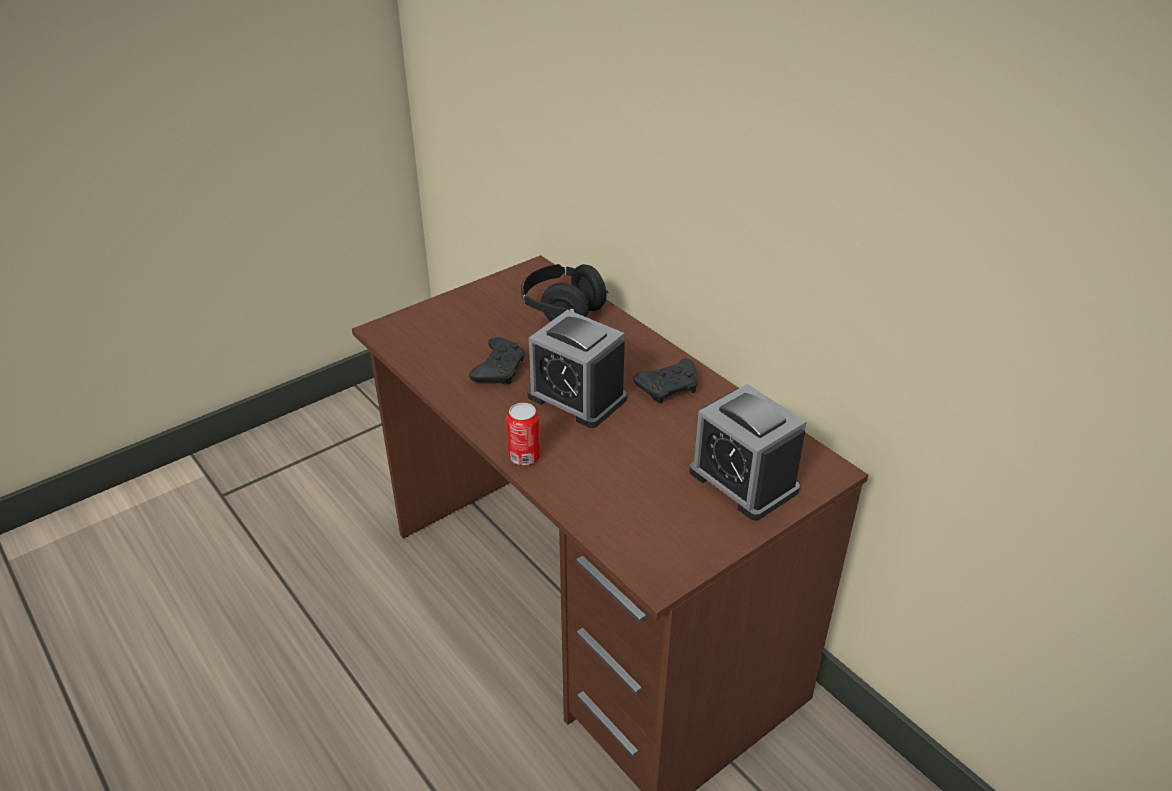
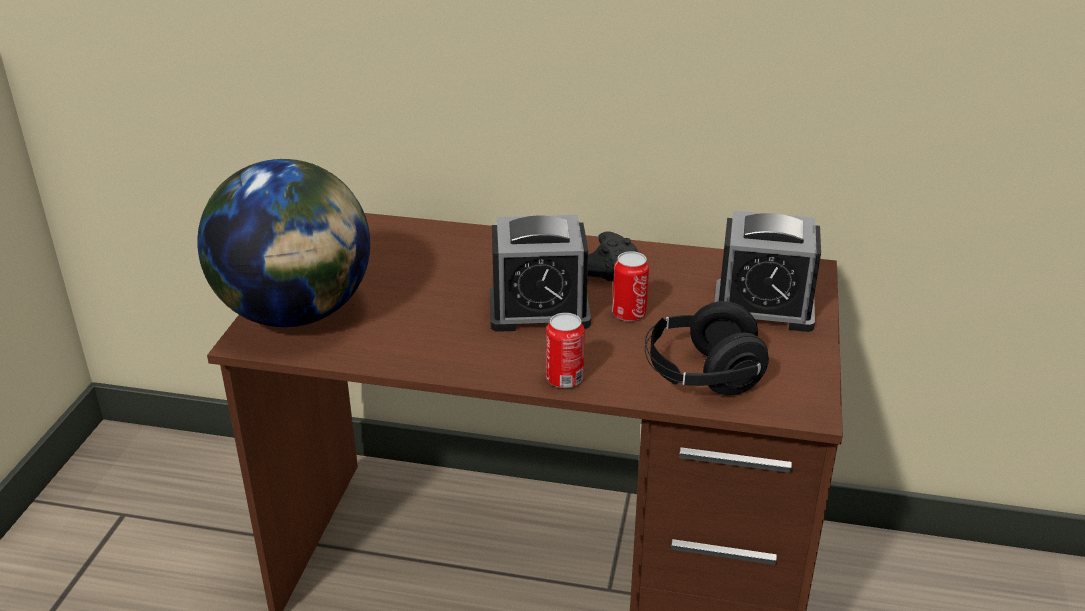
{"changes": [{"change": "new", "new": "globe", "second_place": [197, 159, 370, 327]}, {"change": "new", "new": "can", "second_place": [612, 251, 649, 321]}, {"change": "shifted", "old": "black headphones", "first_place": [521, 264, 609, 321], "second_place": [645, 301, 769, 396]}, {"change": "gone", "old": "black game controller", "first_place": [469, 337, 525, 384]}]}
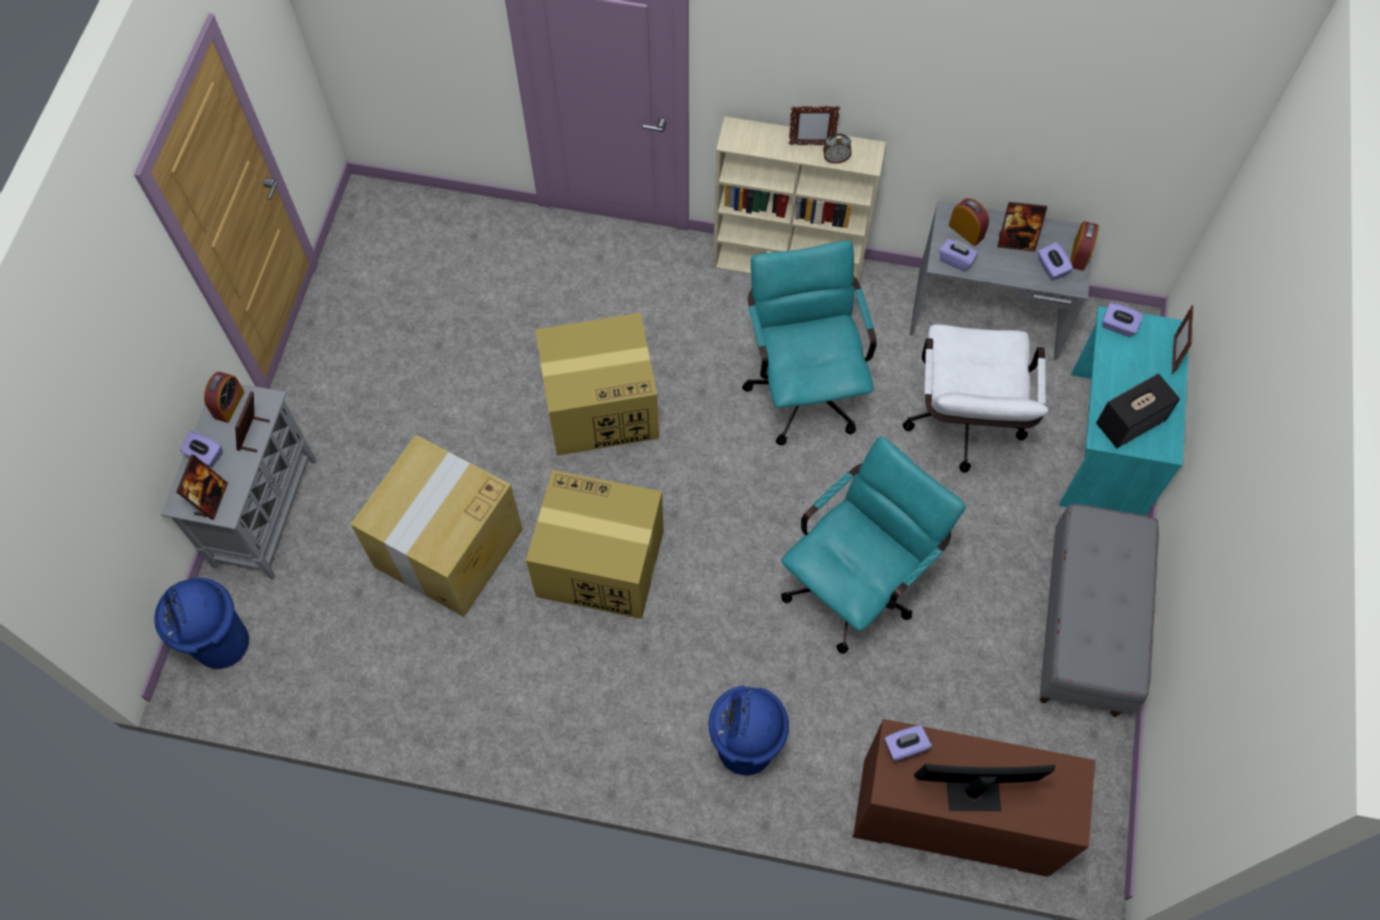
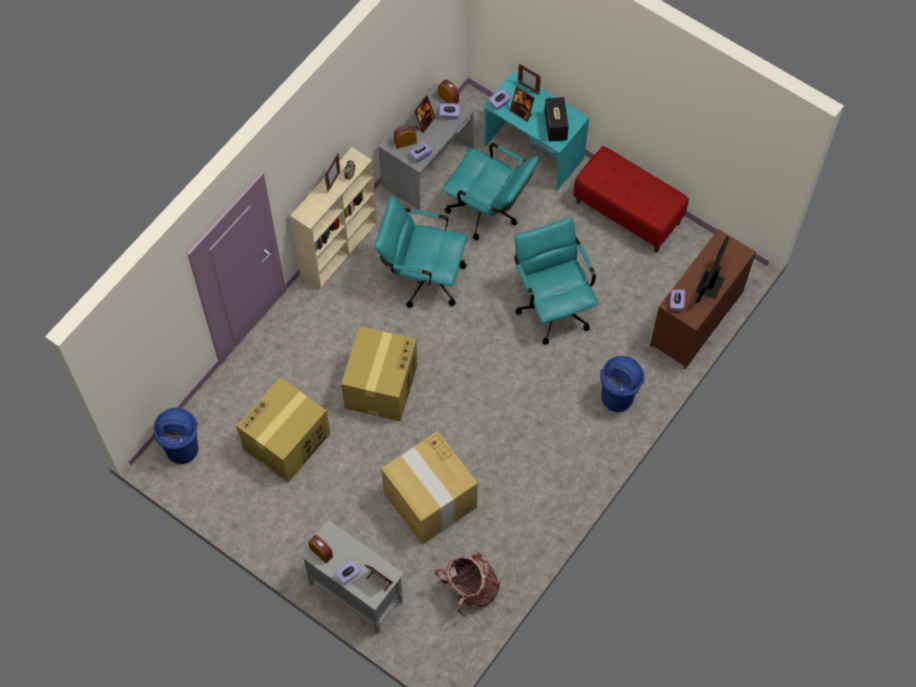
{"changes": [{"change": "shifted", "old": "blue trash can", "first_place": [154, 577, 249, 669], "second_place": [153, 408, 198, 464]}, {"change": "shifted", "old": "cardboard box", "first_place": [526, 470, 664, 619], "second_place": [237, 377, 330, 483]}, {"change": "new", "new": "backpack", "second_place": [435, 552, 500, 617]}, {"change": "repainted", "old": "white office chair", "new": "turquoise office chair", "first_place": [903, 324, 1049, 473], "second_place": [443, 143, 539, 240]}, {"change": "shifted", "old": "picture frame", "first_place": [235, 391, 270, 452], "second_place": [510, 87, 534, 122]}, {"change": "repainted", "old": "grey bench", "new": "red bench", "first_place": [1040, 504, 1159, 717], "second_place": [573, 146, 689, 253]}]}
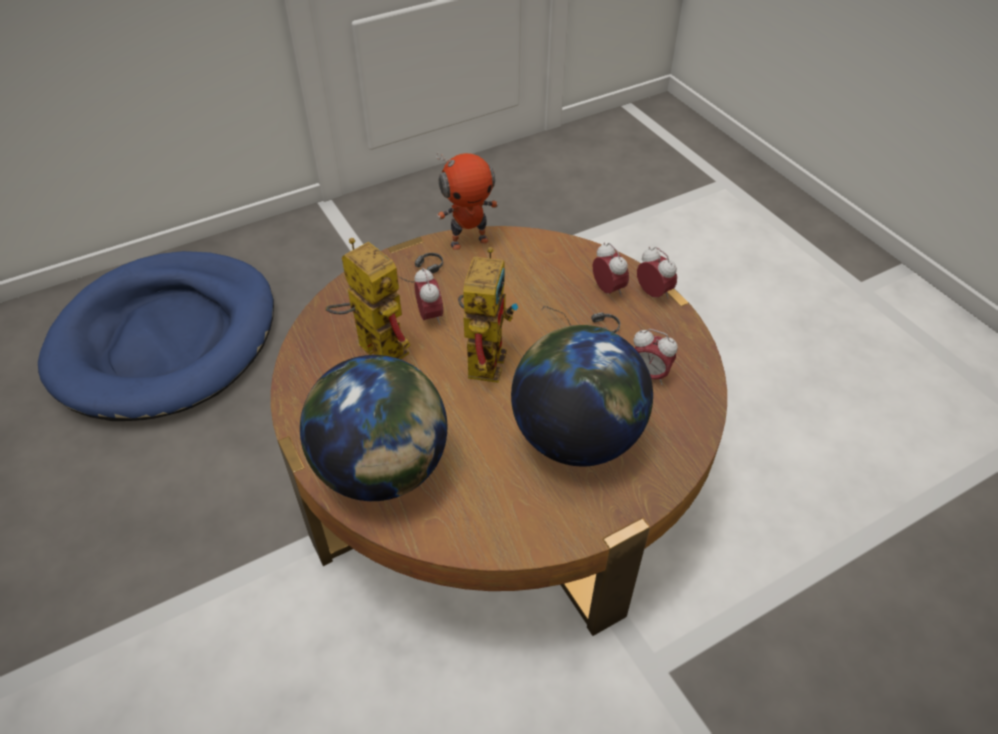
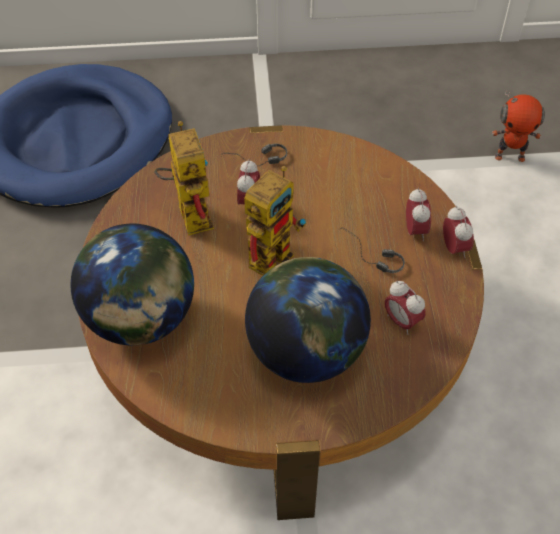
{"changes": [{"change": "shifted", "old": "toy robot", "first_place": [436, 152, 498, 250], "second_place": [492, 90, 545, 162]}]}
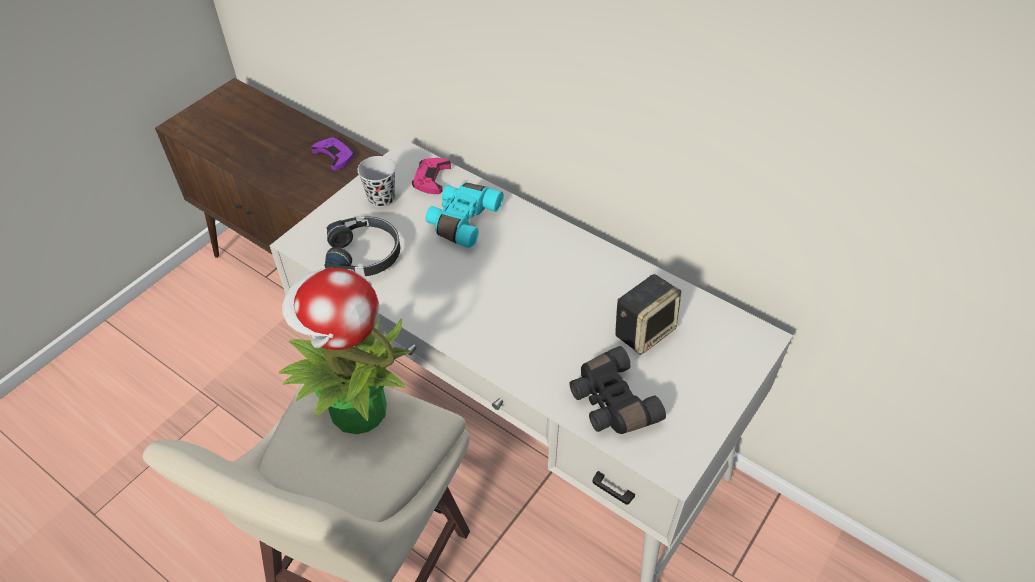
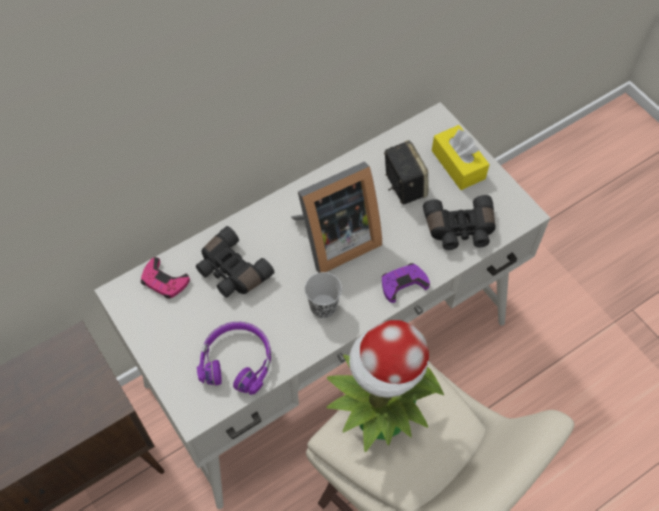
{"changes": [{"change": "repainted", "old": "turquoise binoculars", "new": "black binoculars", "first_place": [426, 183, 504, 249], "second_place": [196, 226, 275, 298]}, {"change": "repainted", "old": "black headphones", "new": "purple headphones", "first_place": [324, 217, 401, 277], "second_place": [197, 322, 271, 395]}, {"change": "new", "new": "picture frame", "second_place": [291, 161, 382, 273]}, {"change": "shifted", "old": "black cup", "first_place": [358, 156, 396, 208], "second_place": [305, 272, 342, 318]}, {"change": "shifted", "old": "purple game controller", "first_place": [311, 137, 355, 170], "second_place": [382, 263, 430, 303]}, {"change": "new", "new": "yellow tissue box", "second_place": [432, 125, 490, 190]}]}
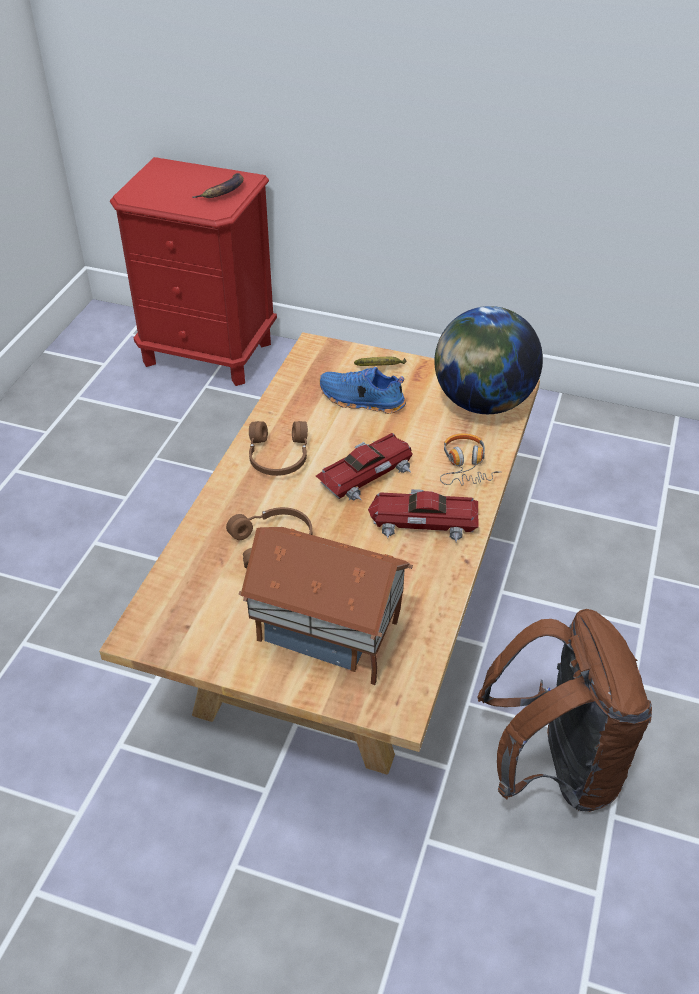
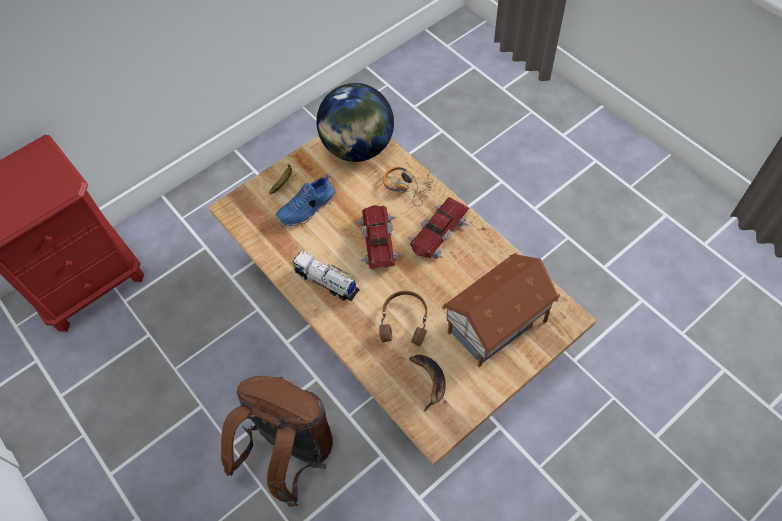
{"changes": [{"change": "shifted", "old": "brown backpack", "first_place": [477, 609, 652, 812], "second_place": [221, 376, 333, 507]}, {"change": "swapped", "old": "brown headphones", "new": "toy truck", "first_place": [249, 421, 308, 476], "second_place": [292, 251, 360, 301]}, {"change": "shifted", "old": "banana", "first_place": [192, 173, 244, 198], "second_place": [409, 355, 446, 411]}]}
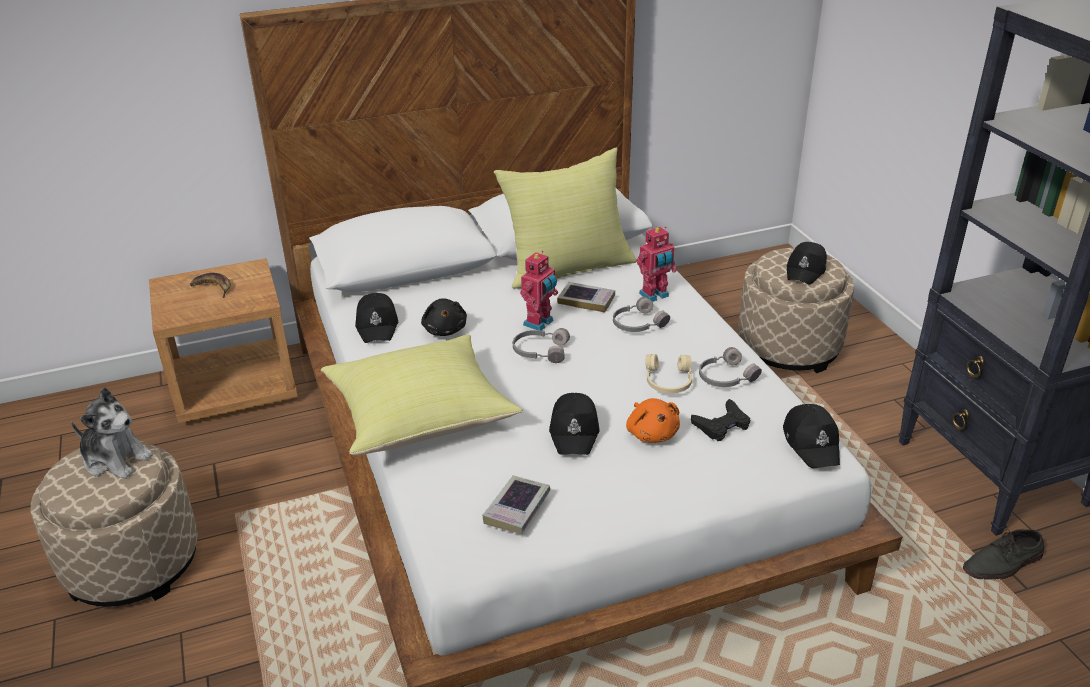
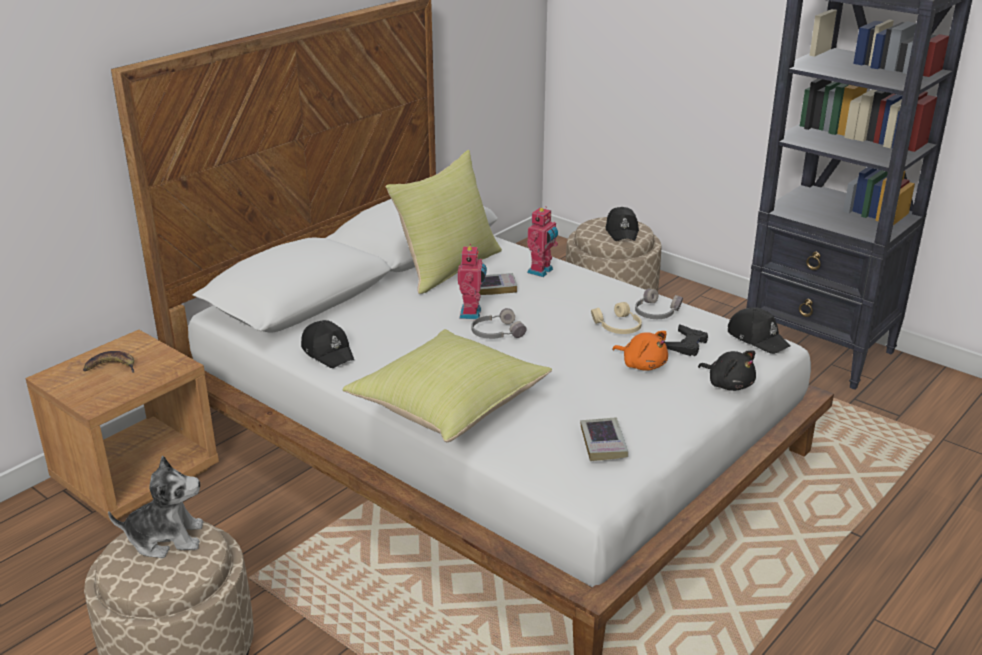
{"changes": [{"change": "shifted", "old": "black plush toy", "first_place": [421, 298, 467, 336], "second_place": [698, 350, 756, 391]}, {"change": "gone", "old": "black cap", "first_place": [549, 393, 599, 455]}, {"change": "gone", "old": "grey headphones", "first_place": [613, 297, 670, 332]}, {"change": "gone", "old": "grey shoe", "first_place": [963, 529, 1044, 579]}]}
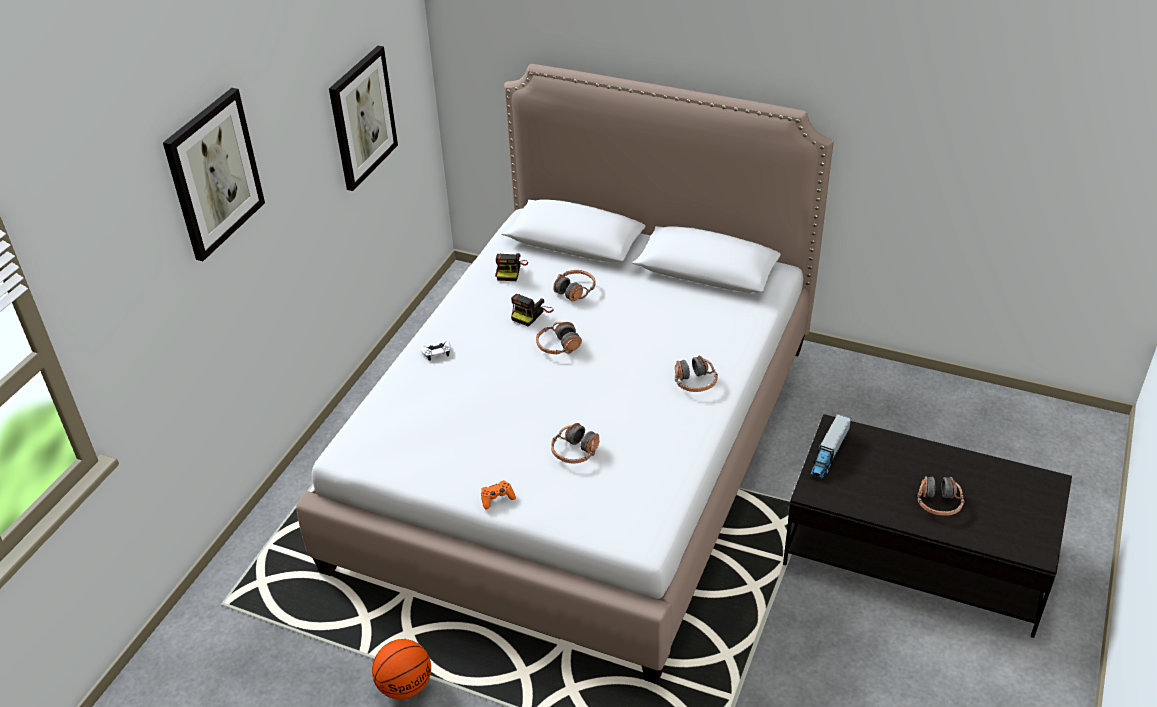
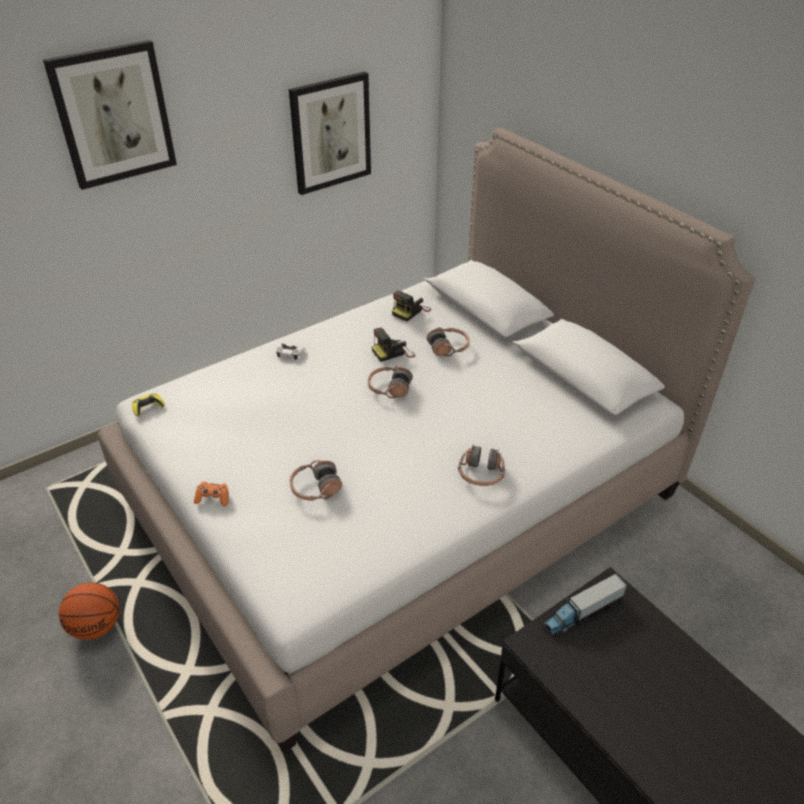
{"changes": [{"change": "new", "new": "yellow game controller", "second_place": [132, 393, 165, 417]}, {"change": "gone", "old": "headphones", "first_place": [917, 476, 964, 516]}]}
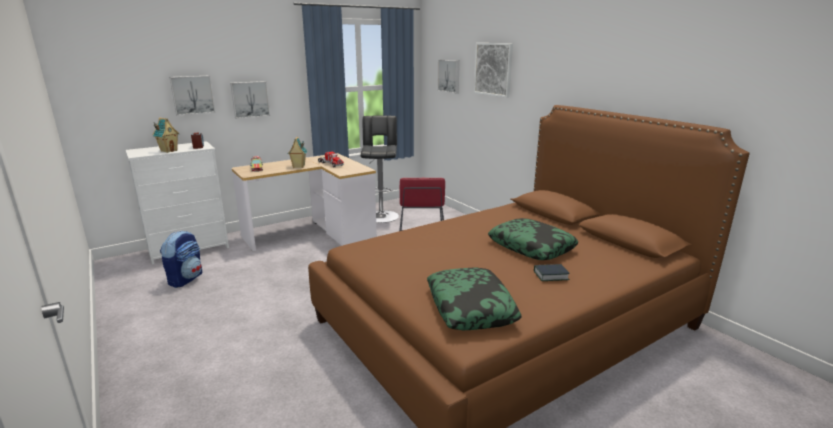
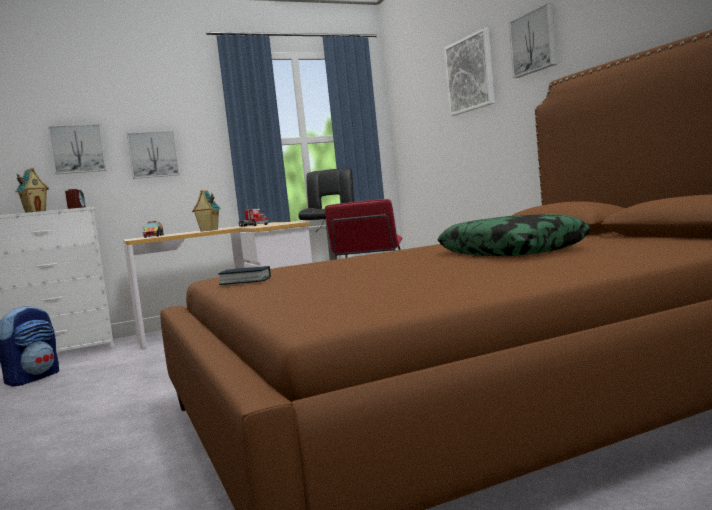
{"changes": [{"change": "shifted", "old": "book", "first_place": [534, 264, 570, 281], "second_place": [218, 266, 271, 285]}, {"change": "shifted", "old": "picture", "first_place": [437, 60, 460, 93], "second_place": [509, 3, 557, 78]}, {"change": "gone", "old": "pillow", "first_place": [427, 268, 522, 330]}]}
